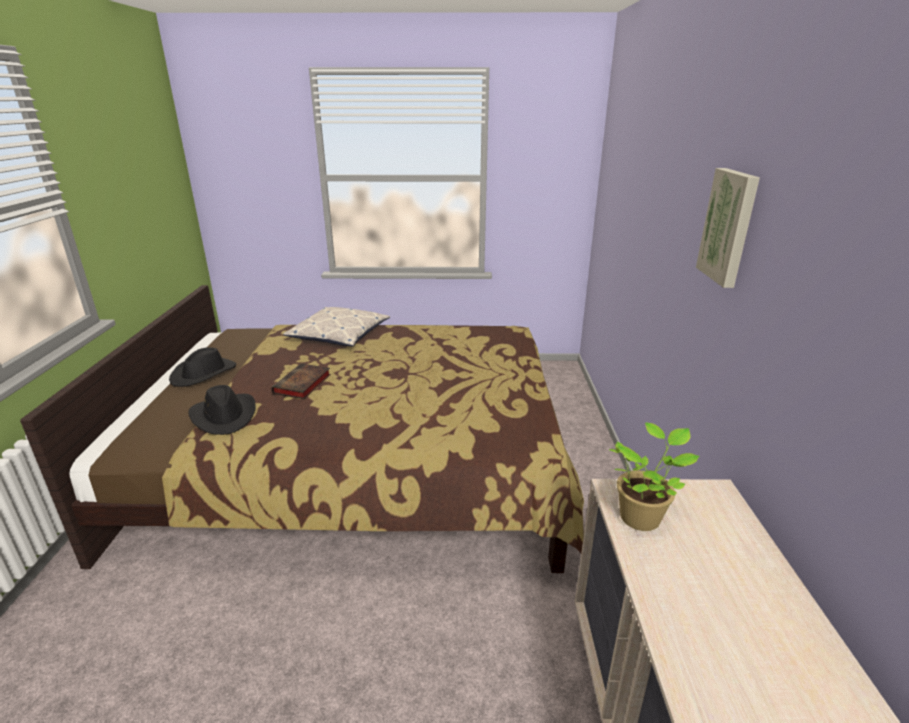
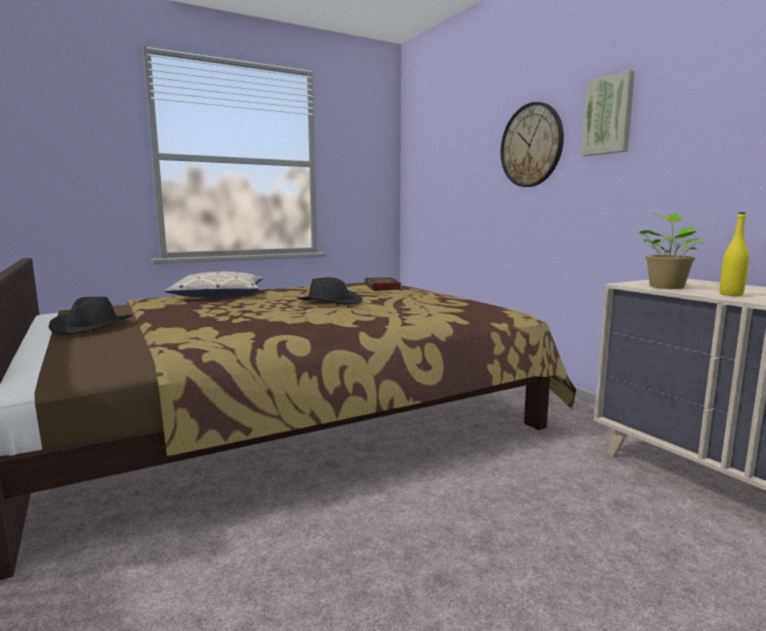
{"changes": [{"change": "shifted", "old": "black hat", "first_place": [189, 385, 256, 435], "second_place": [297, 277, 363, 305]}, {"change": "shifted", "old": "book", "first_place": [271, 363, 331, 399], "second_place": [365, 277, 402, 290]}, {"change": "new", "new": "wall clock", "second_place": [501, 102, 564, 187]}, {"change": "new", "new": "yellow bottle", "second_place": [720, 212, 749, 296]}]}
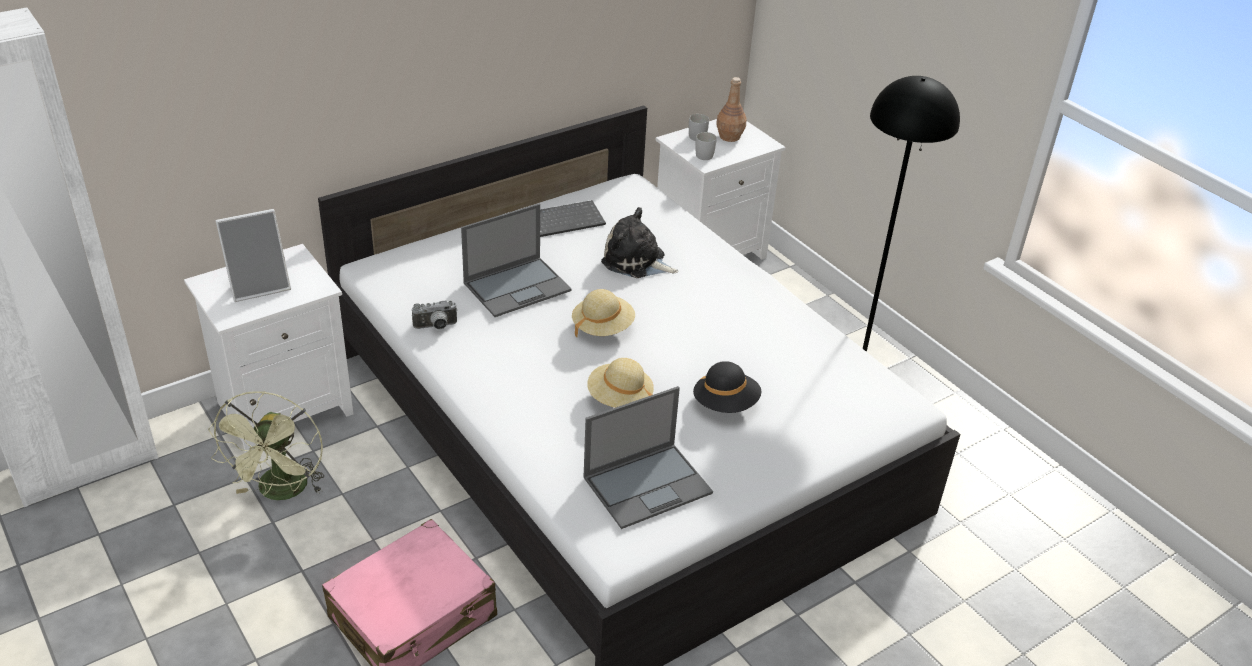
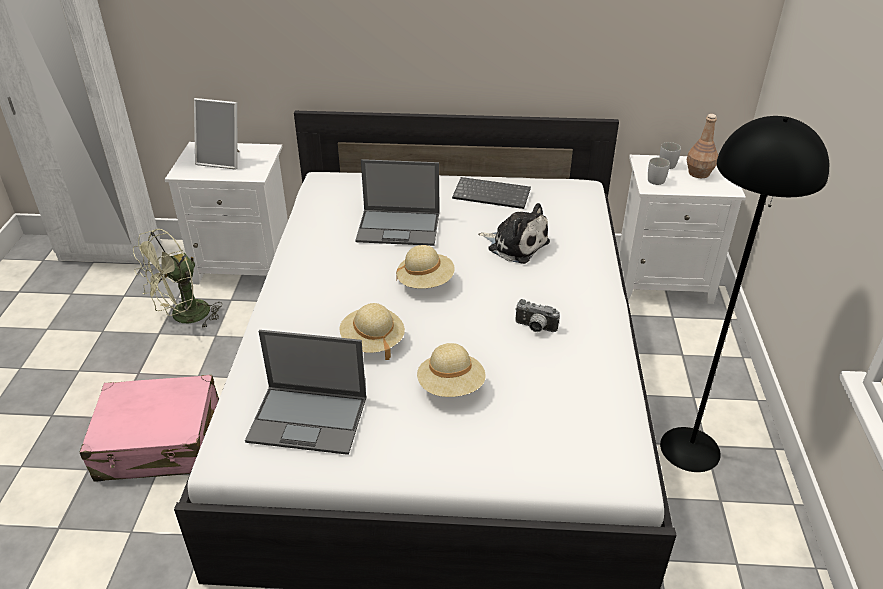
{"changes": [{"change": "repainted", "old": "black hat", "new": "beige hat", "first_place": [693, 361, 761, 413], "second_place": [417, 343, 486, 397]}, {"change": "rotated", "old": "plush toy", "first_place": [601, 207, 678, 278], "second_place": [478, 203, 550, 264], "degrees": 150}, {"change": "shifted", "old": "photo camera", "first_place": [412, 300, 457, 330], "second_place": [515, 299, 560, 332]}]}
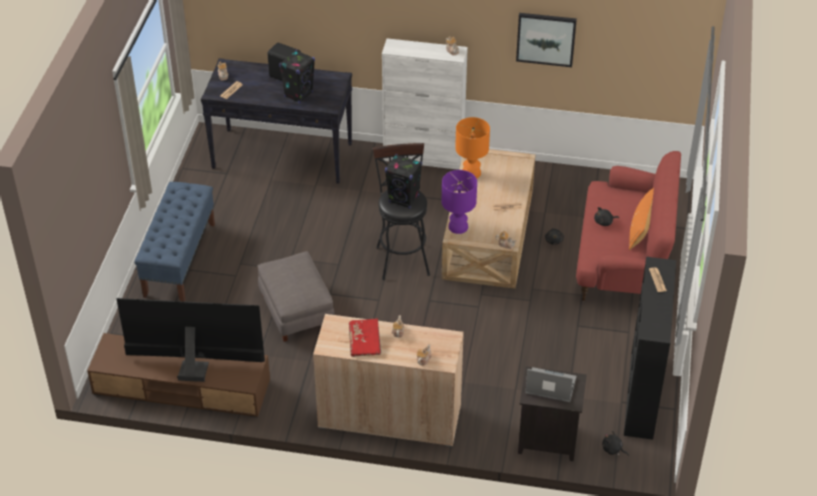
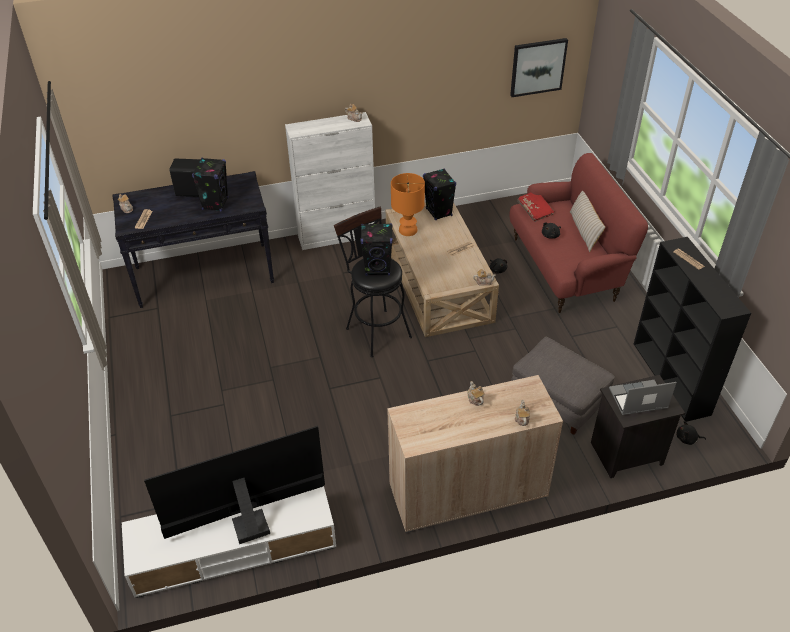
{"changes": [{"change": "repainted", "old": "brown tv stand", "new": "white tv stand", "first_place": [87, 333, 270, 418], "second_place": [122, 486, 336, 598]}, {"change": "new", "new": "black speaker", "second_place": [423, 168, 456, 220]}, {"change": "shifted", "old": "picture", "first_place": [516, 13, 577, 67], "second_place": [510, 38, 568, 97]}, {"change": "shifted", "old": "grey ottoman", "first_place": [258, 251, 335, 342], "second_place": [511, 337, 615, 435]}, {"change": "shifted", "old": "red book", "first_place": [349, 318, 381, 357], "second_place": [517, 192, 555, 222]}, {"change": "repainted", "old": "orange pillow", "new": "beige pillow", "first_place": [629, 188, 654, 250], "second_place": [570, 191, 606, 252]}, {"change": "gone", "old": "blue bench", "first_place": [134, 182, 215, 302]}, {"change": "gone", "old": "purple table lamp", "first_place": [442, 170, 477, 234]}]}
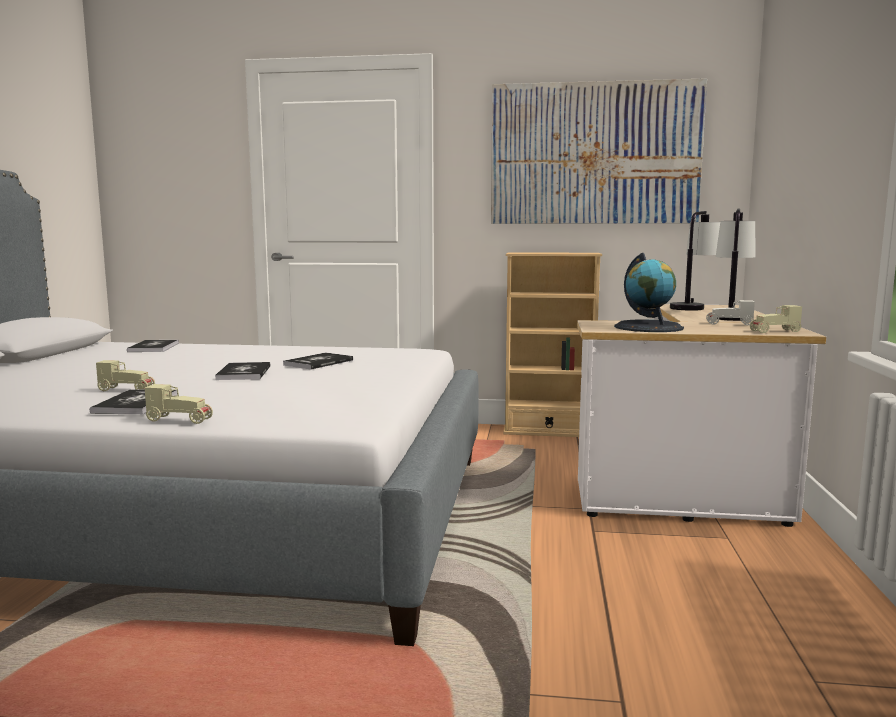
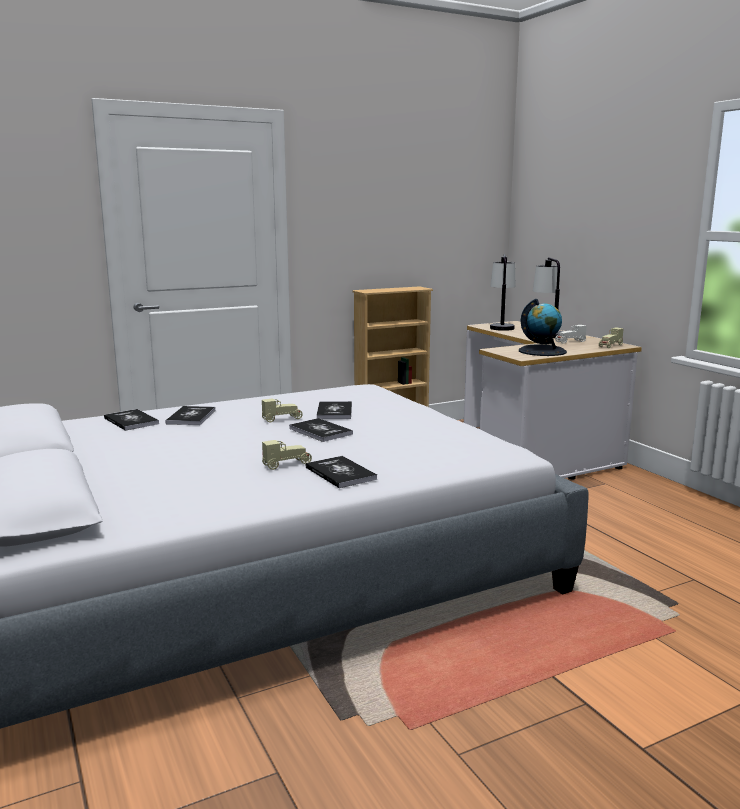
{"changes": [{"change": "new", "new": "book", "second_place": [165, 406, 216, 425]}, {"change": "shifted", "old": "beige toy car", "first_place": [145, 384, 213, 424], "second_place": [262, 398, 303, 422]}, {"change": "gone", "old": "picture", "first_place": [491, 78, 707, 224]}]}
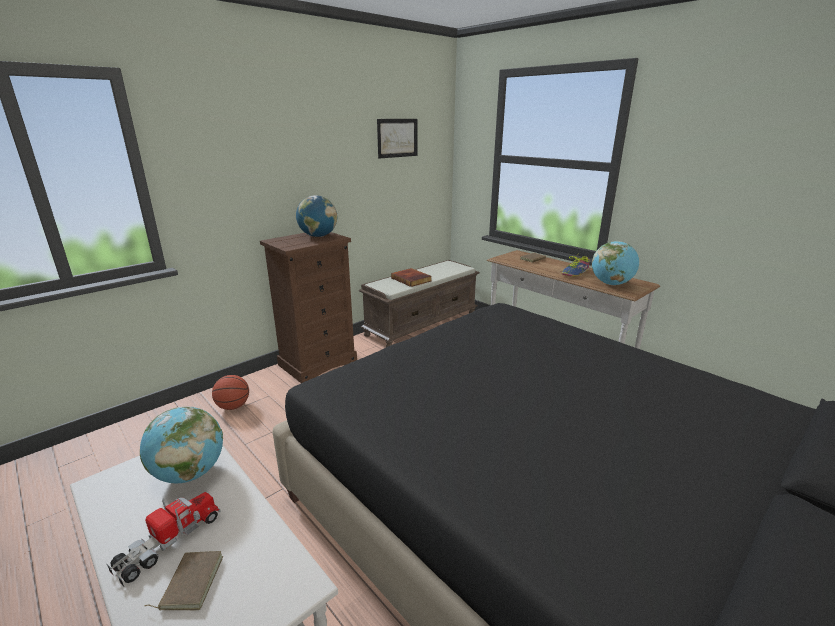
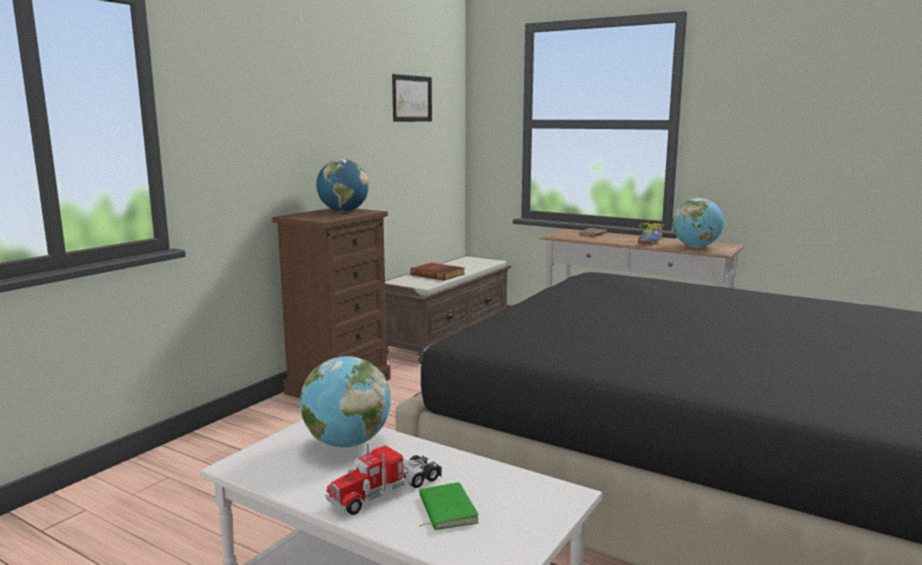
{"changes": [{"change": "rotated", "old": "toy truck", "first_place": [106, 492, 221, 586], "second_place": [325, 443, 442, 515], "degrees": -150}, {"change": "repainted", "old": "brown book", "new": "green book", "first_place": [145, 551, 223, 610], "second_place": [419, 482, 479, 530]}, {"change": "gone", "old": "basketball", "first_place": [212, 375, 249, 410]}]}
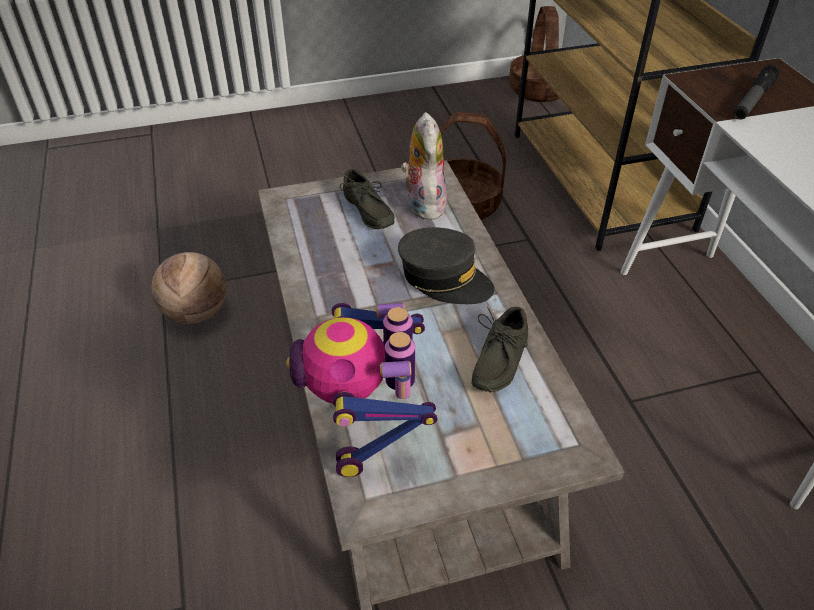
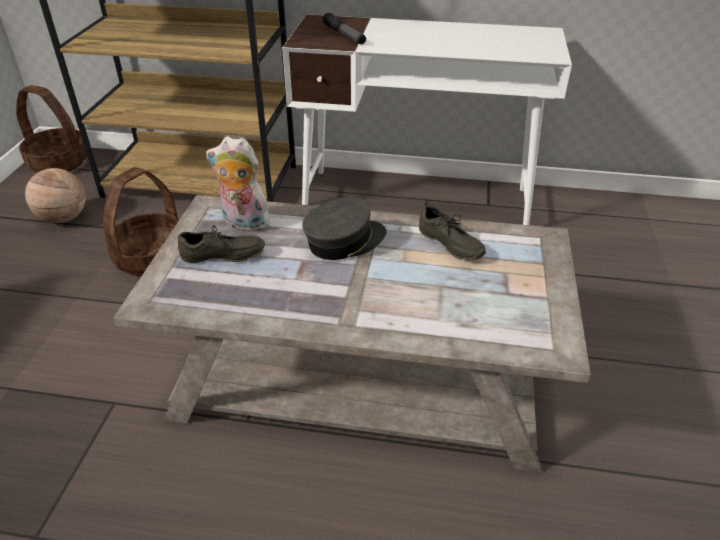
{"changes": [{"change": "shifted", "old": "basketball", "first_place": [152, 252, 226, 324], "second_place": [25, 168, 86, 223]}, {"change": "gone", "old": "toy robot", "first_place": [286, 303, 437, 477]}]}
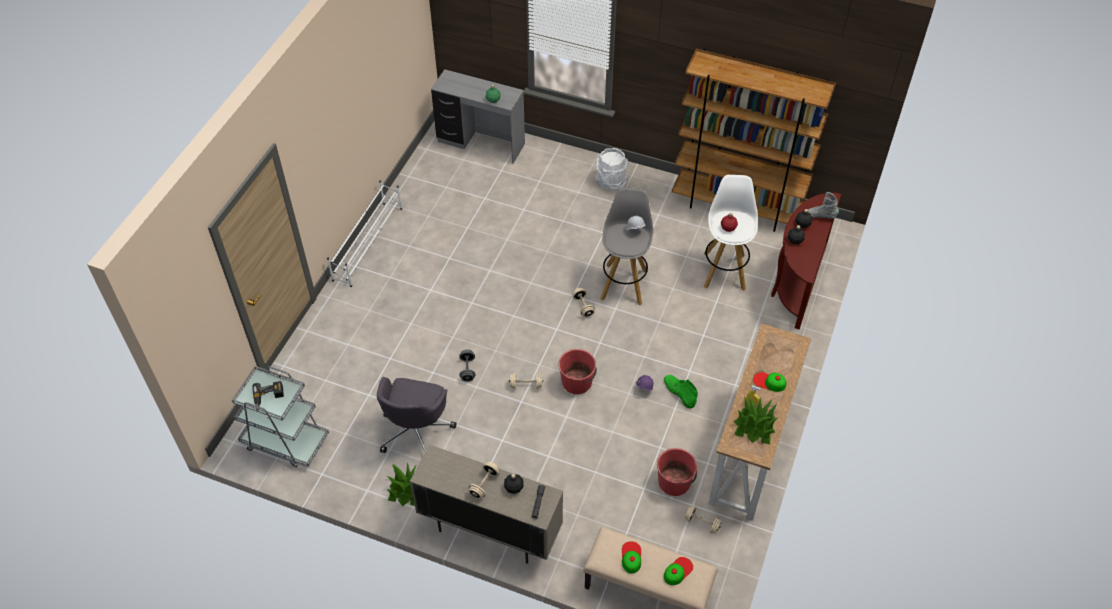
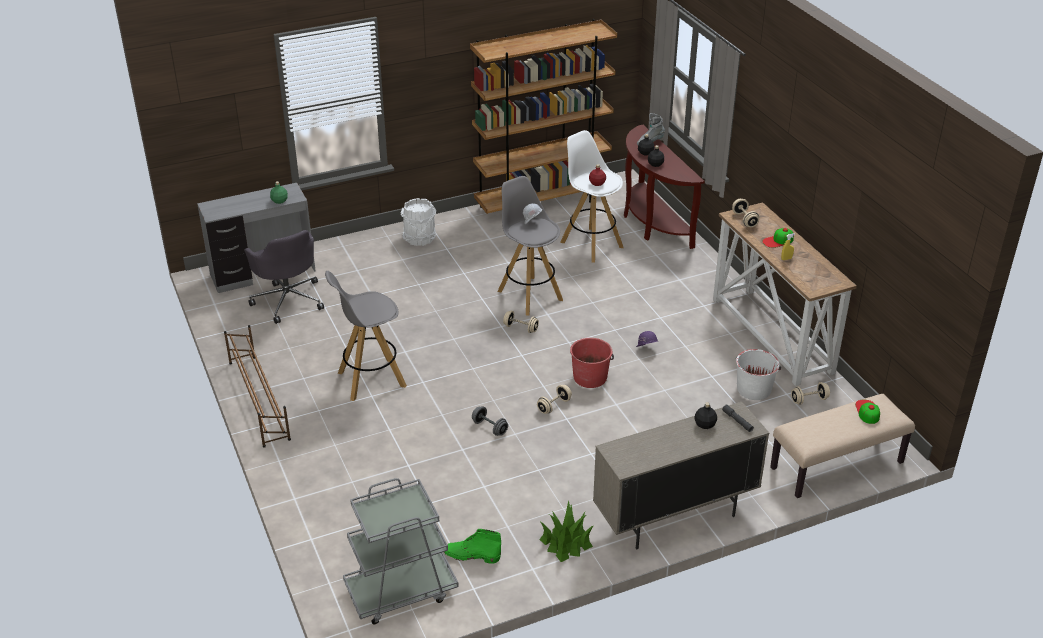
{"changes": [{"change": "repainted", "old": "white shoe rack", "new": "brown shoe rack", "first_place": [327, 180, 402, 287], "second_place": [224, 325, 291, 448]}, {"change": "shifted", "old": "grey office chair", "first_place": [377, 377, 457, 453], "second_place": [244, 230, 324, 324]}, {"change": "new", "new": "grey stool", "second_place": [325, 271, 407, 401]}, {"change": "shifted", "old": "green boot", "first_place": [664, 375, 698, 408], "second_place": [444, 529, 501, 564]}, {"change": "shifted", "old": "beige dumbbell", "first_place": [468, 462, 499, 499], "second_place": [732, 199, 759, 227]}, {"change": "repainted", "old": "red bucket", "new": "white bucket", "first_place": [657, 448, 697, 496], "second_place": [736, 349, 781, 400]}, {"change": "gone", "old": "power drill", "first_place": [252, 381, 284, 406]}, {"change": "gone", "old": "cap", "first_place": [622, 541, 641, 574]}, {"change": "gone", "old": "potted plant", "first_place": [734, 396, 779, 444]}]}
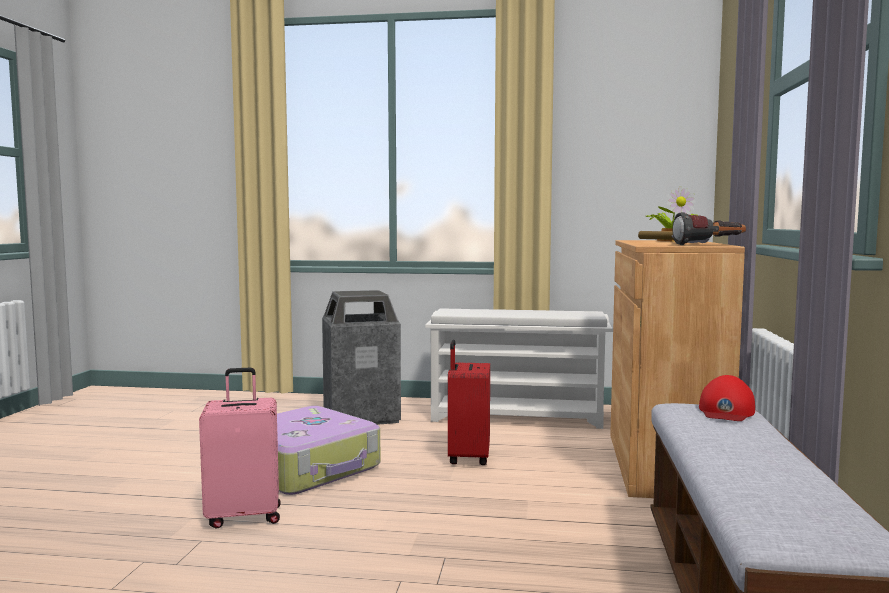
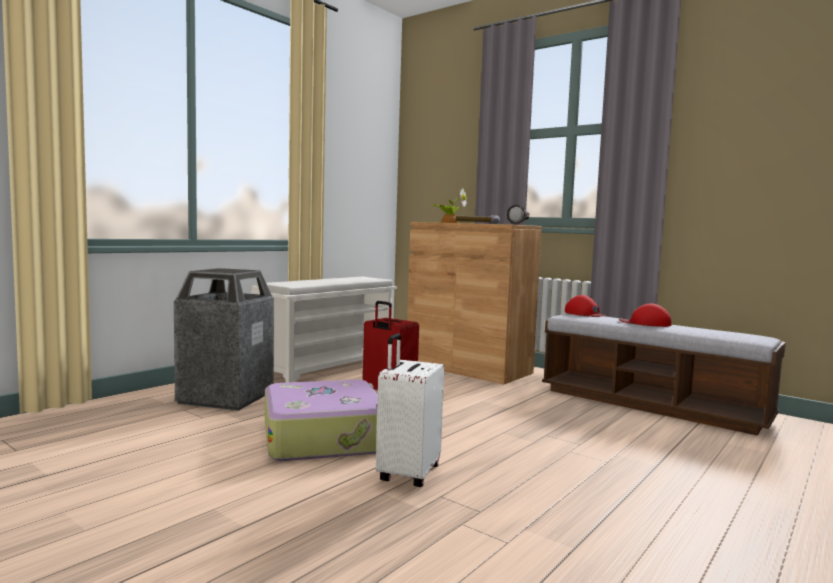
{"changes": [{"change": "repainted", "old": "pink suitcase", "new": "white suitcase", "first_place": [199, 367, 281, 529], "second_place": [376, 333, 444, 487]}, {"change": "new", "new": "red cap", "second_place": [619, 304, 672, 327]}]}
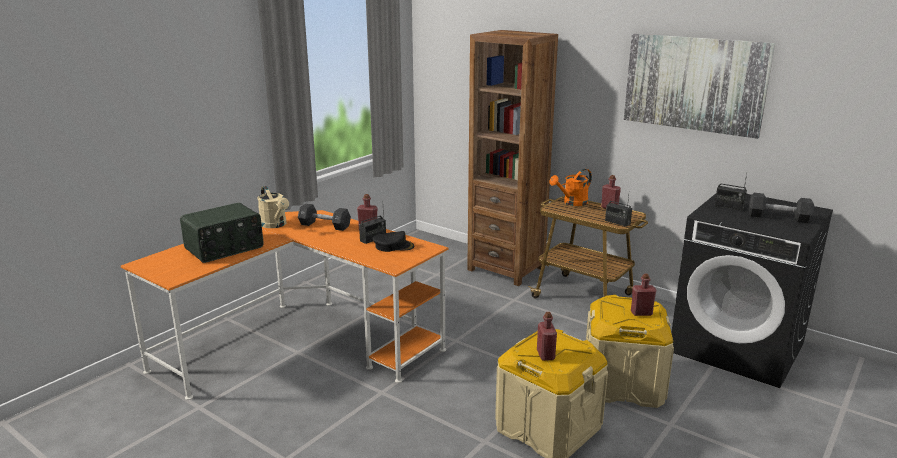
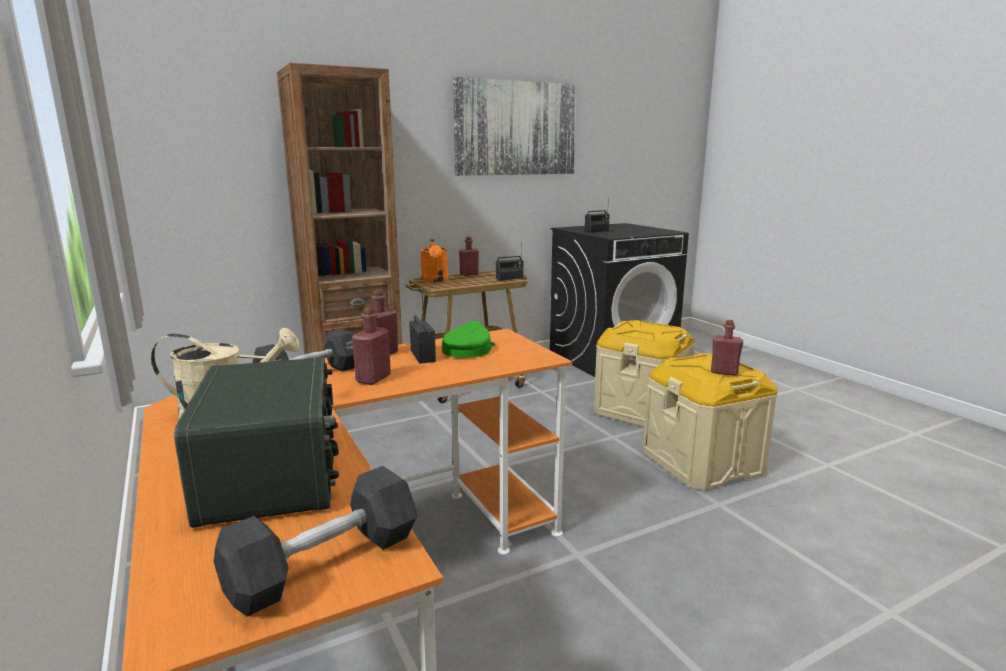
{"changes": [{"change": "shifted", "old": "black dumbbell", "first_place": [748, 193, 814, 223], "second_place": [214, 466, 417, 617]}, {"change": "shifted", "old": "red bottle", "first_place": [631, 274, 656, 316], "second_place": [352, 306, 391, 385]}, {"change": "repainted", "old": "black cap", "new": "green cap", "first_place": [373, 231, 414, 252], "second_place": [442, 321, 495, 358]}]}
